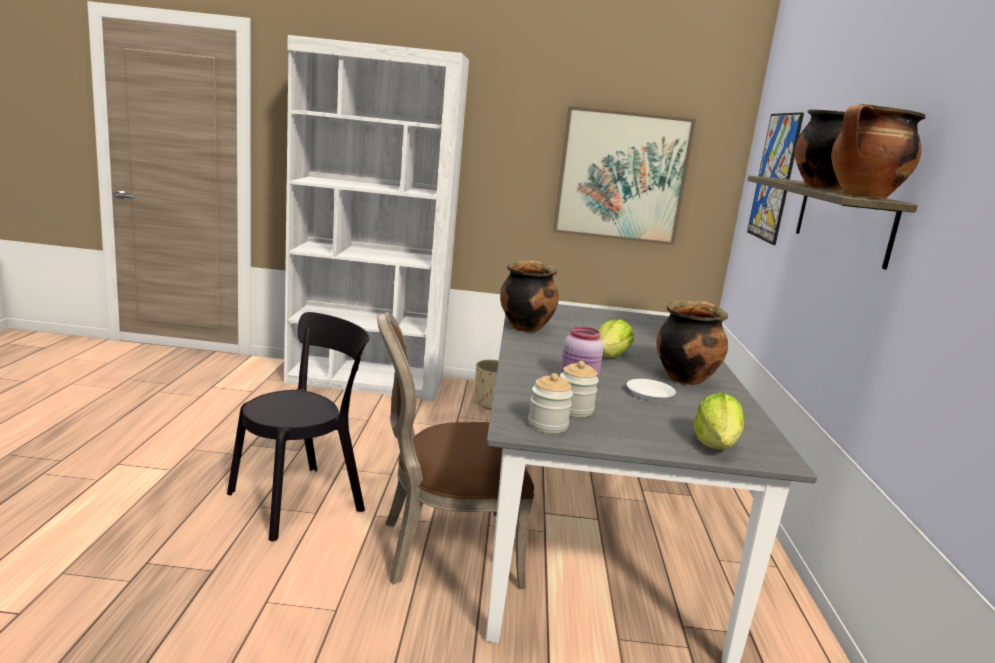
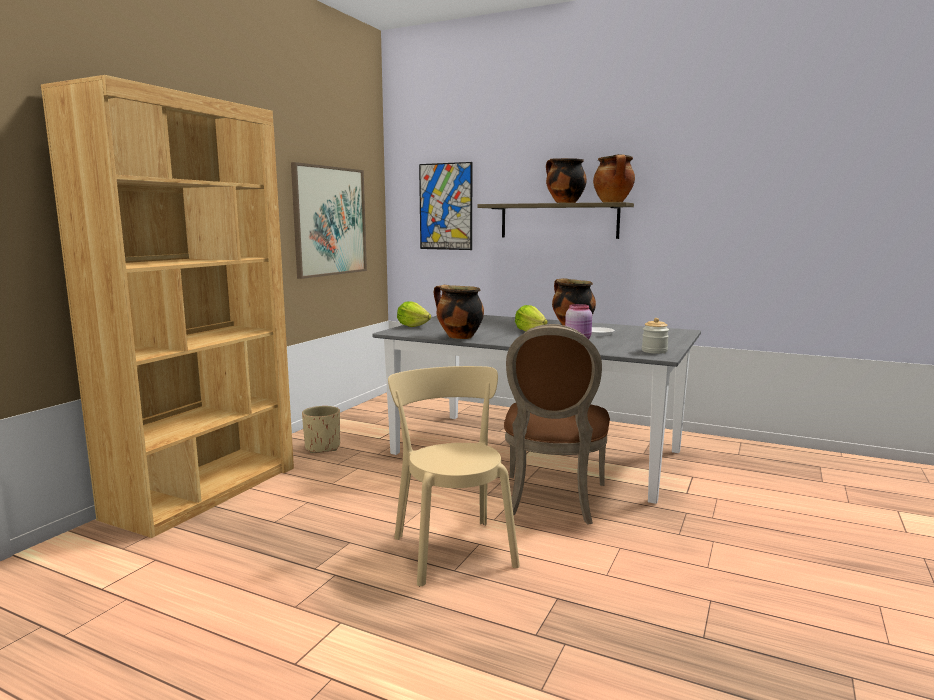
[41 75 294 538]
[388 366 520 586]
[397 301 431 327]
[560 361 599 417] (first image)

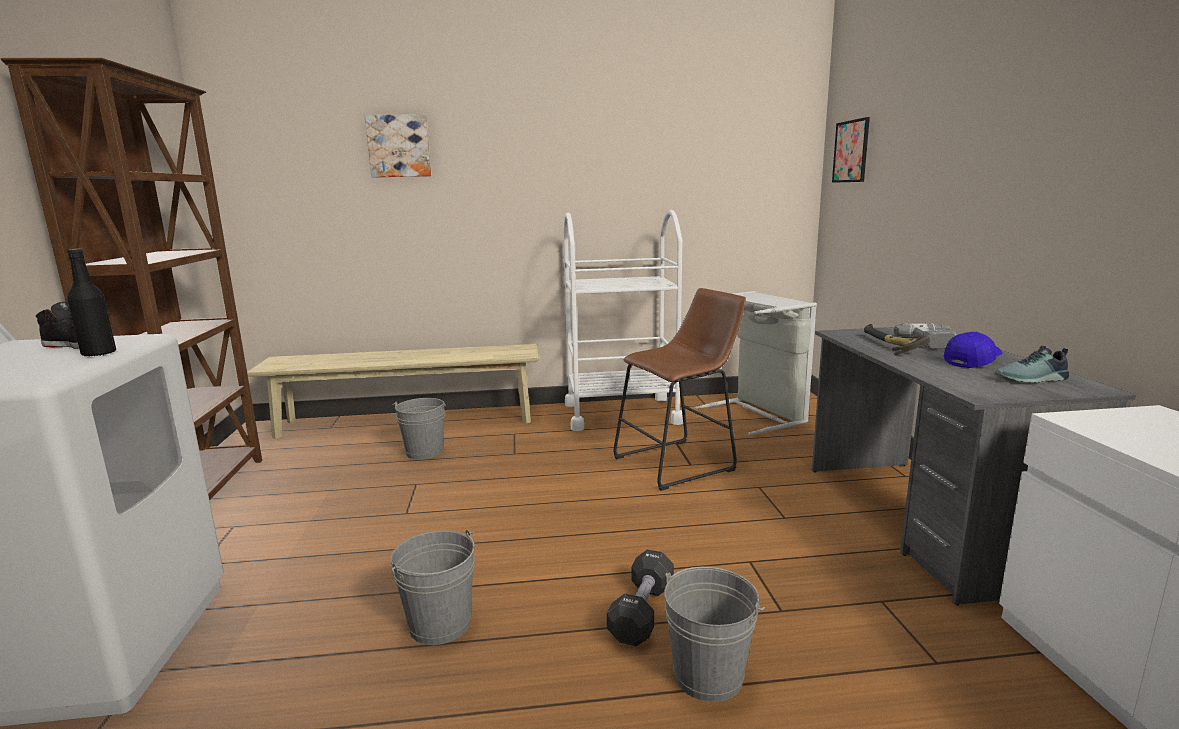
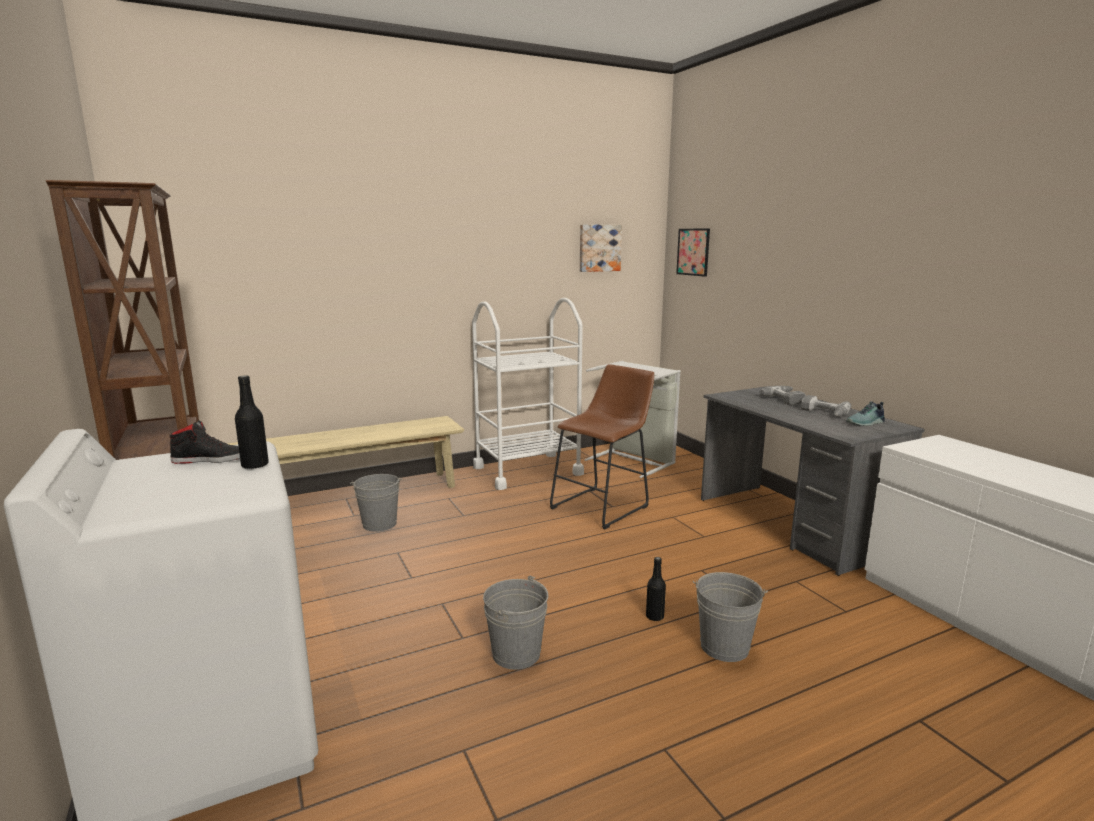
[580 224 622 272]
[646 557 666 621]
[801 395 851 417]
[864 324 929 355] (first image)

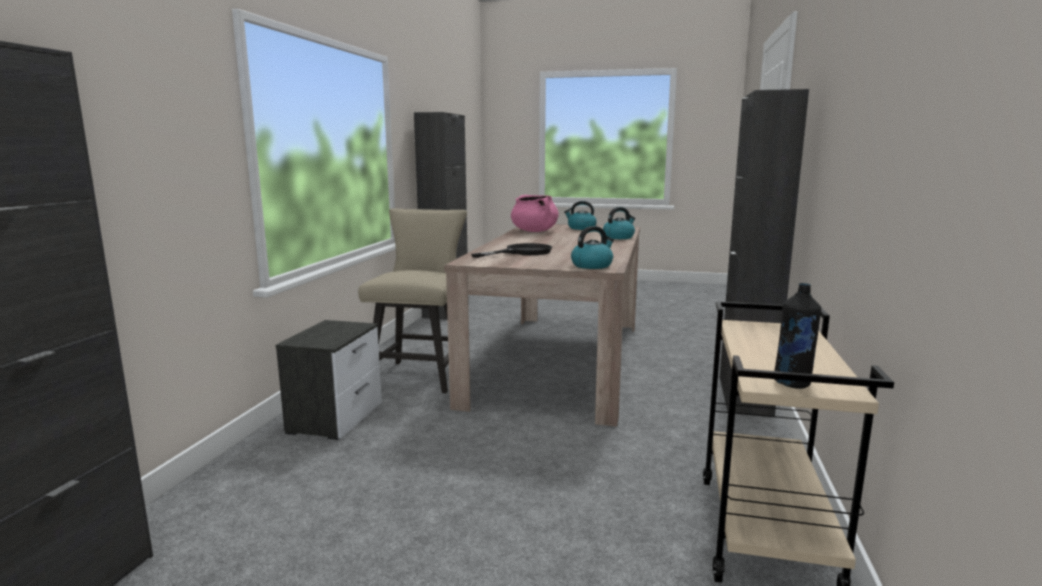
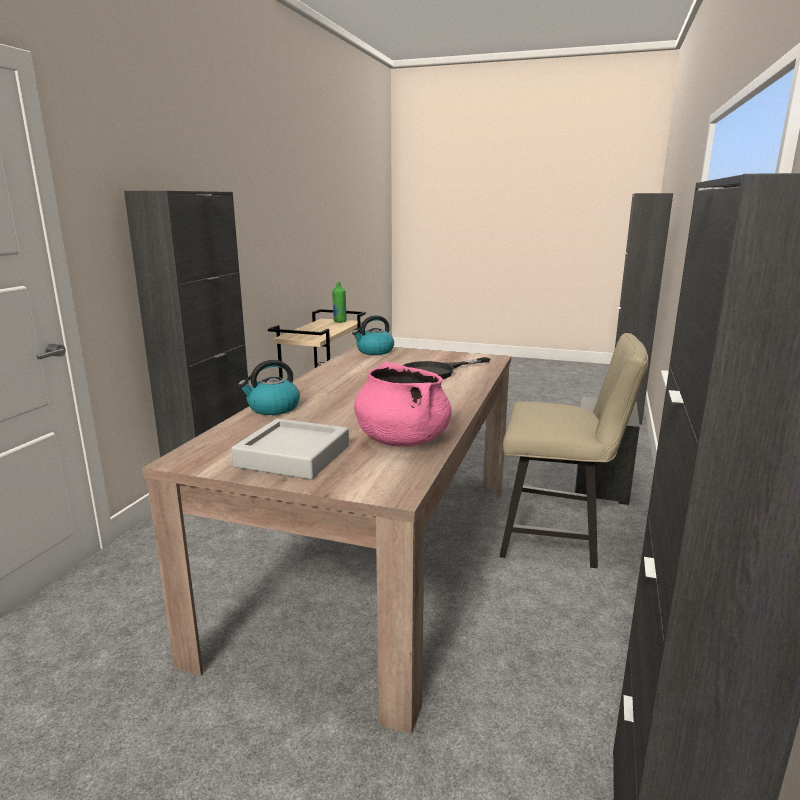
[231 419 349 480]
[332 282 347 323]
[499 333 648 568]

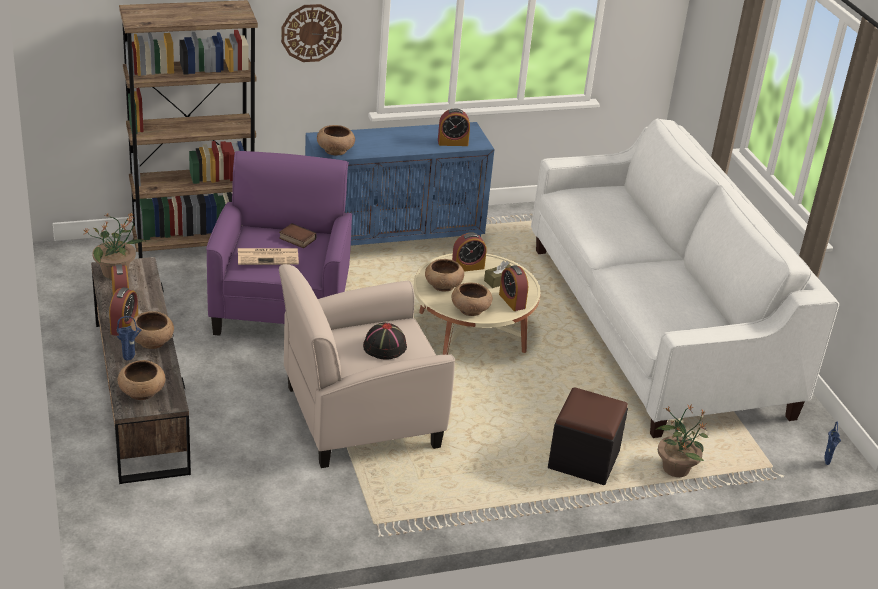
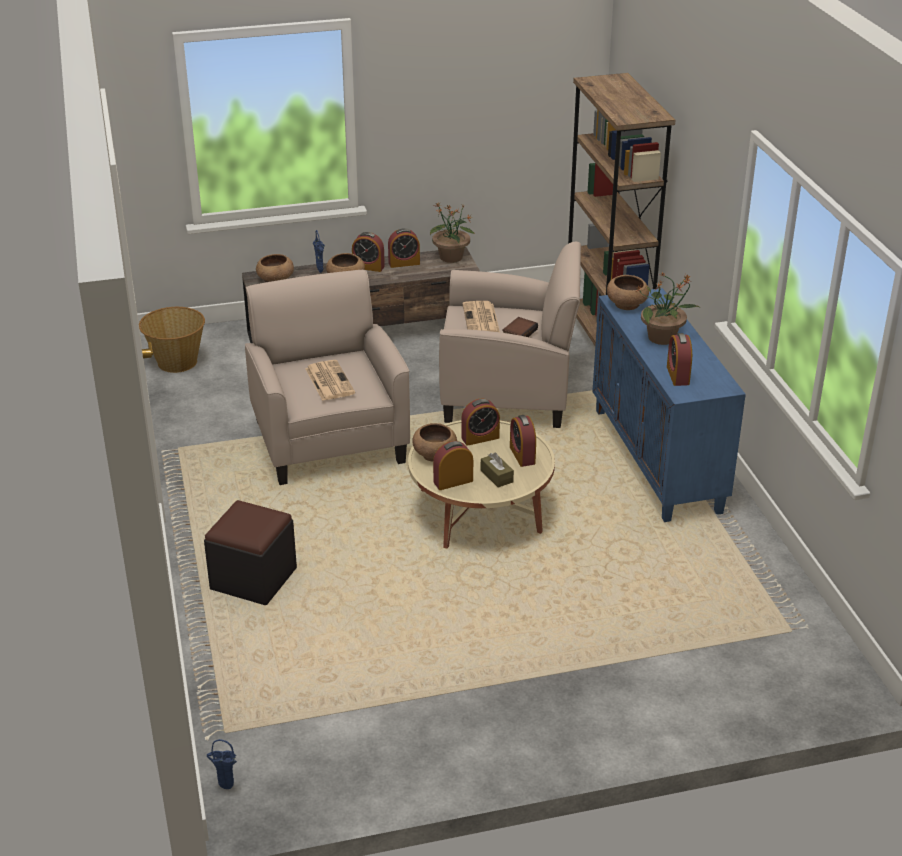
[139 307 205 373]
[305 360 355 401]
[439 242 581 428]
[461 398 500 446]
[635 272 700 345]
[281 4 342 62] (first image)
[531 118 839 438] (first image)

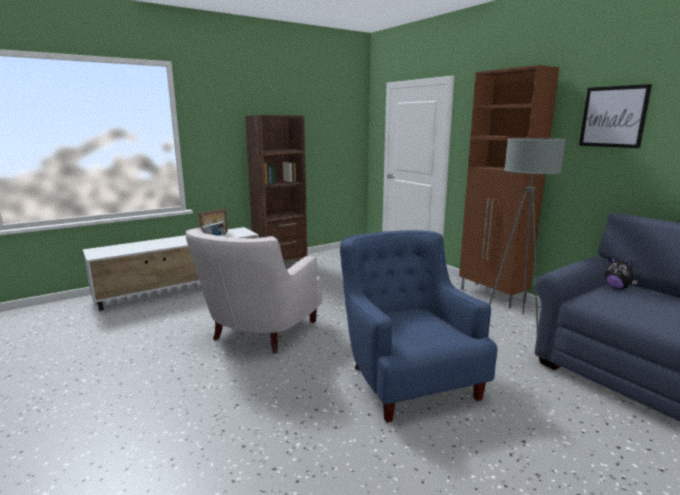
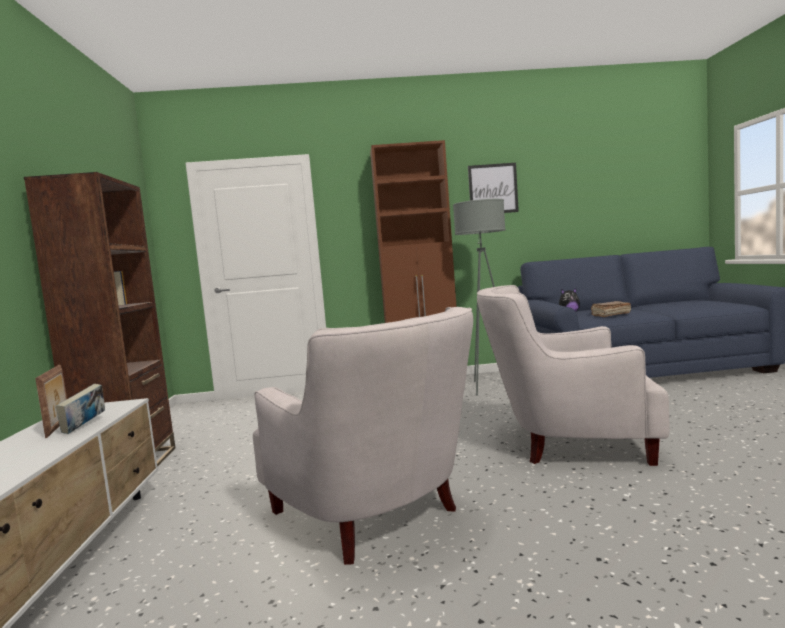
[477 285 670 466]
[591 301 631 317]

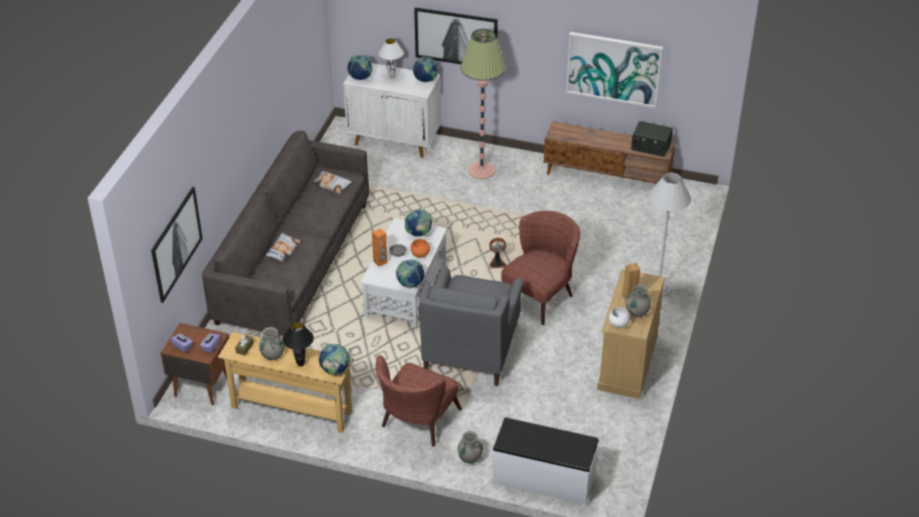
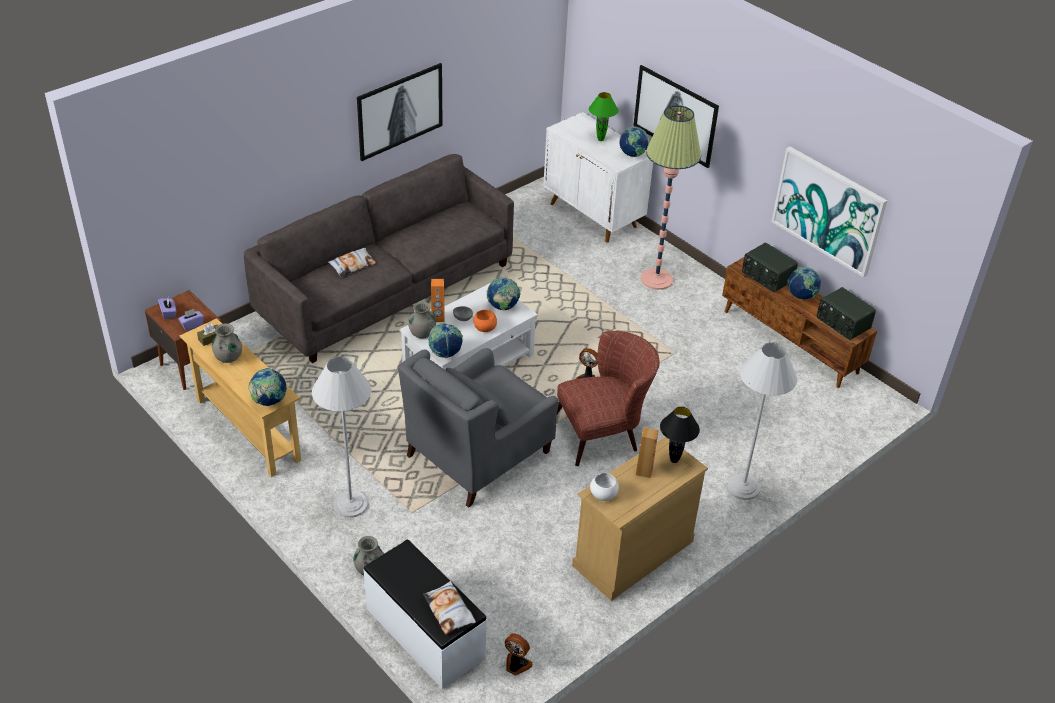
[312 357 371 518]
[357 63 442 161]
[408 302 436 339]
[423 581 476 635]
[505 633 533 676]
[589 92 618 141]
[660 407 700 463]
[742 243 798 293]
[788 267 821 299]

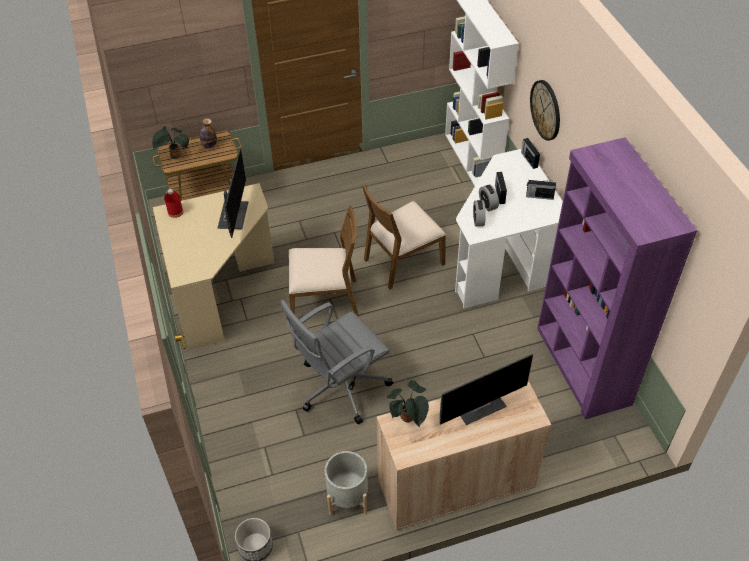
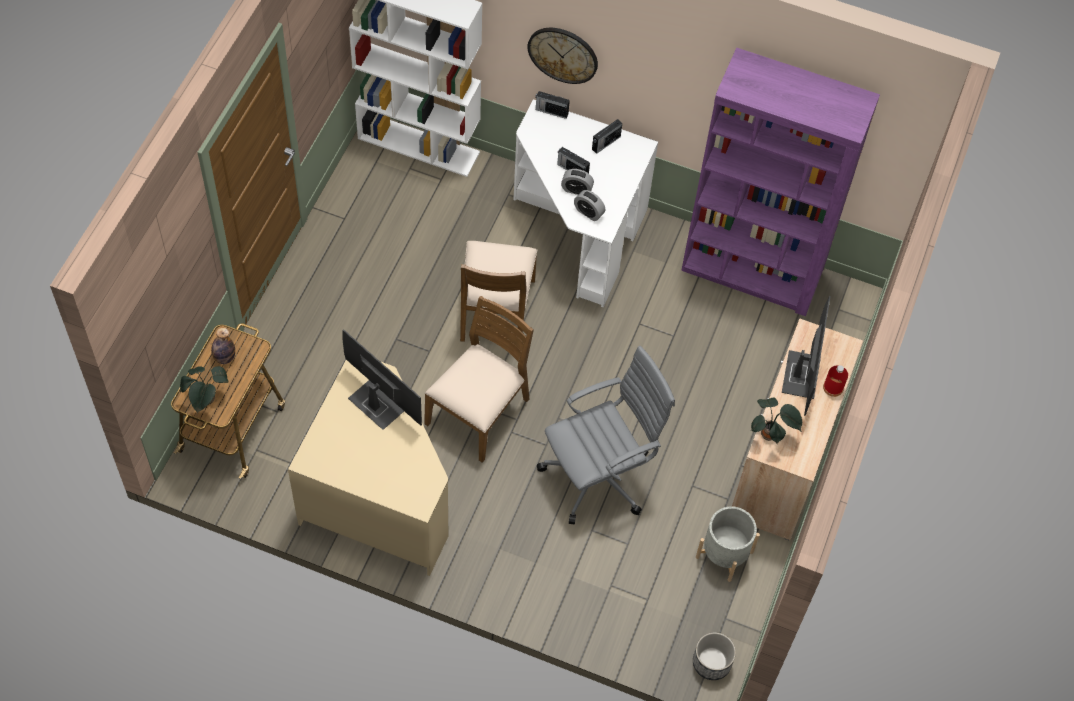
[537 346 675 524]
[823 365 848 397]

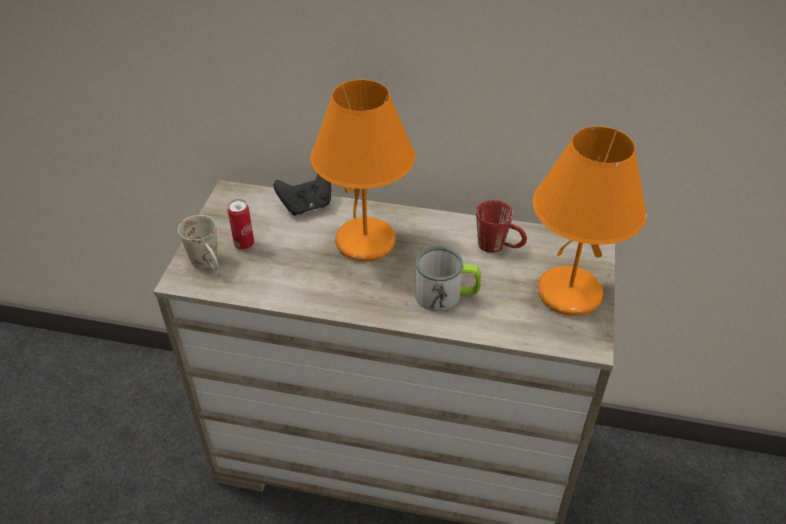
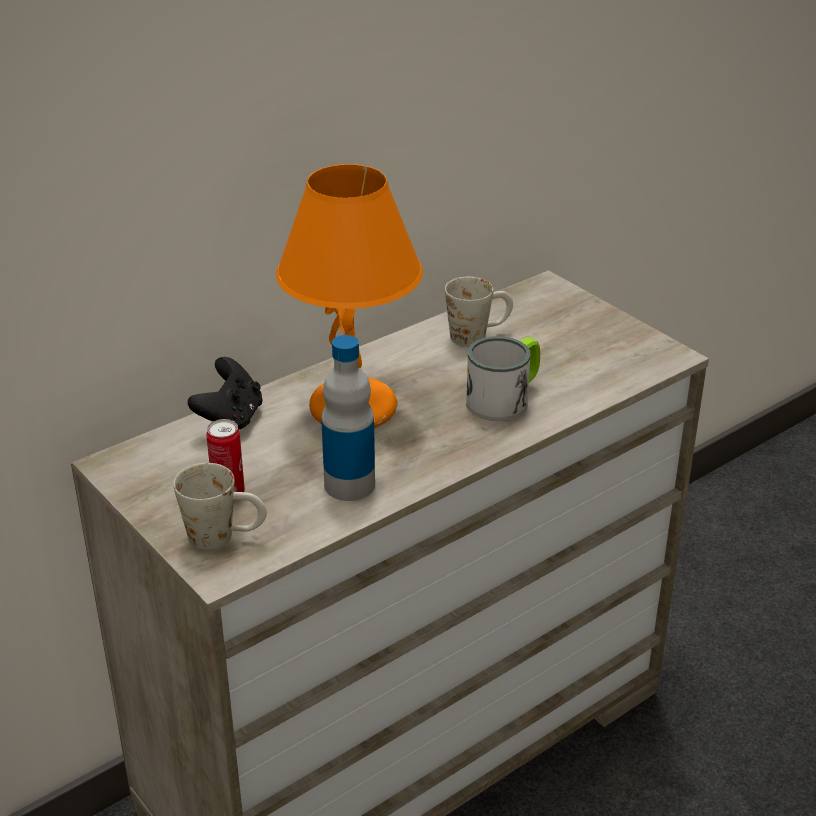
[321 335 375 501]
[445 277 513 347]
[533 126 647 316] (first image)

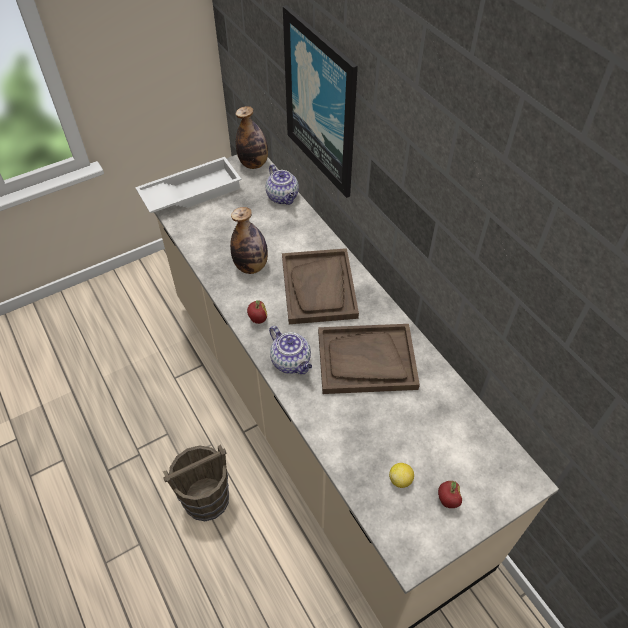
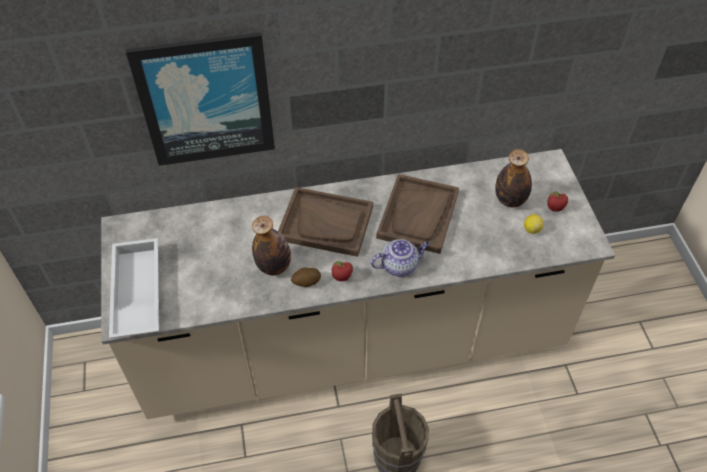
[291 268 321 287]
[495 149 532 207]
[266 164 299 205] (first image)

